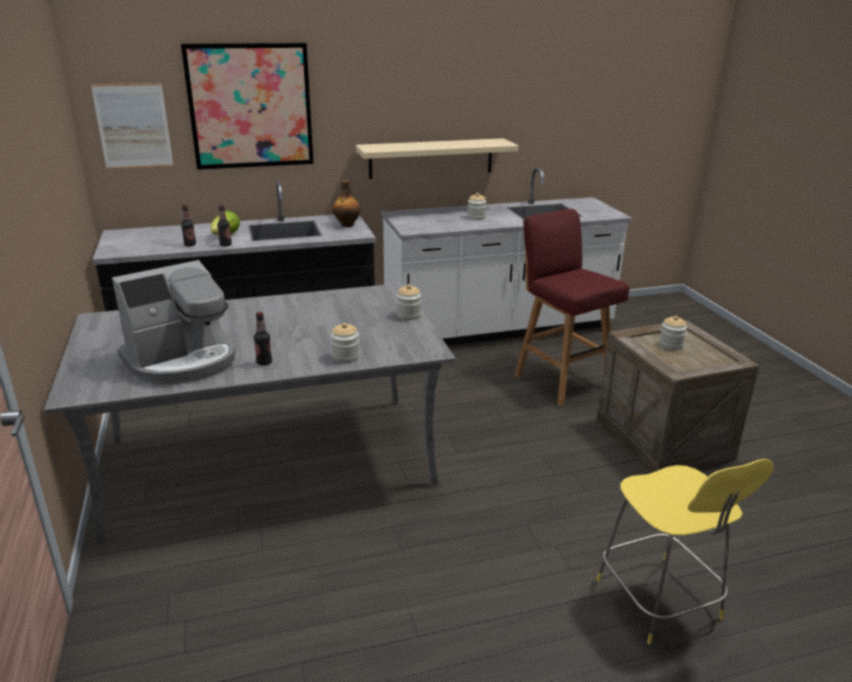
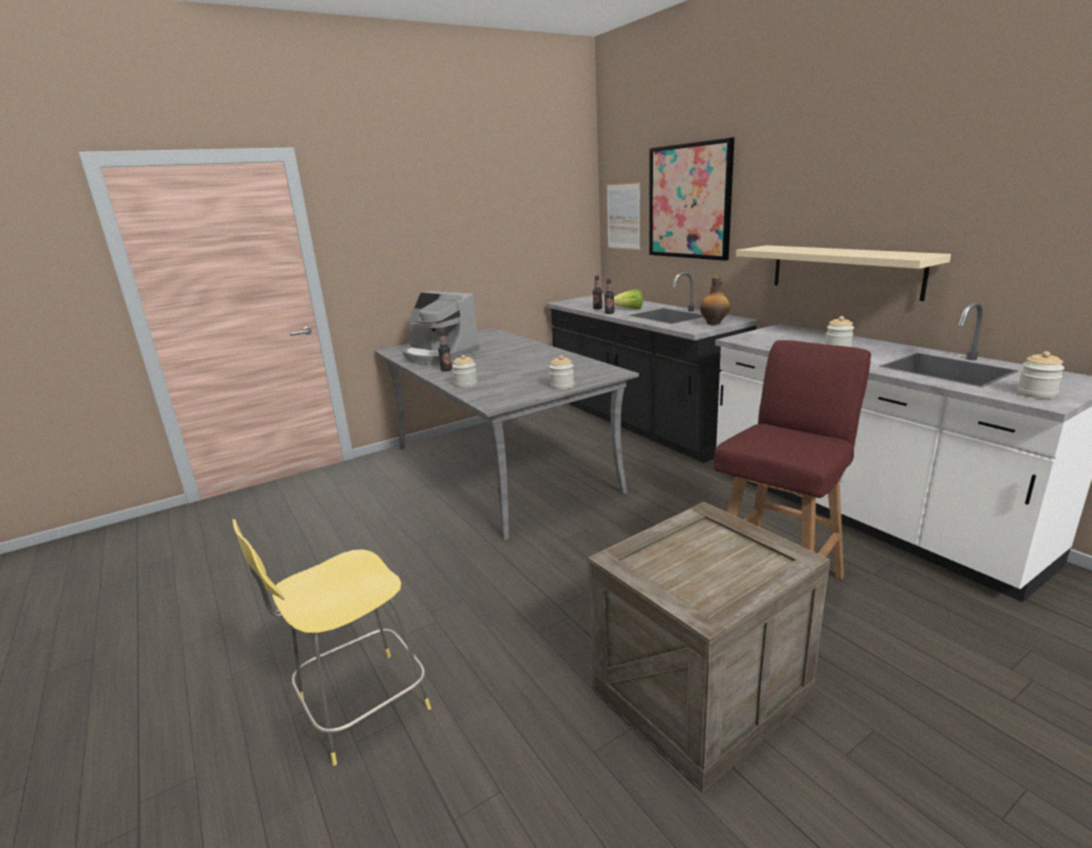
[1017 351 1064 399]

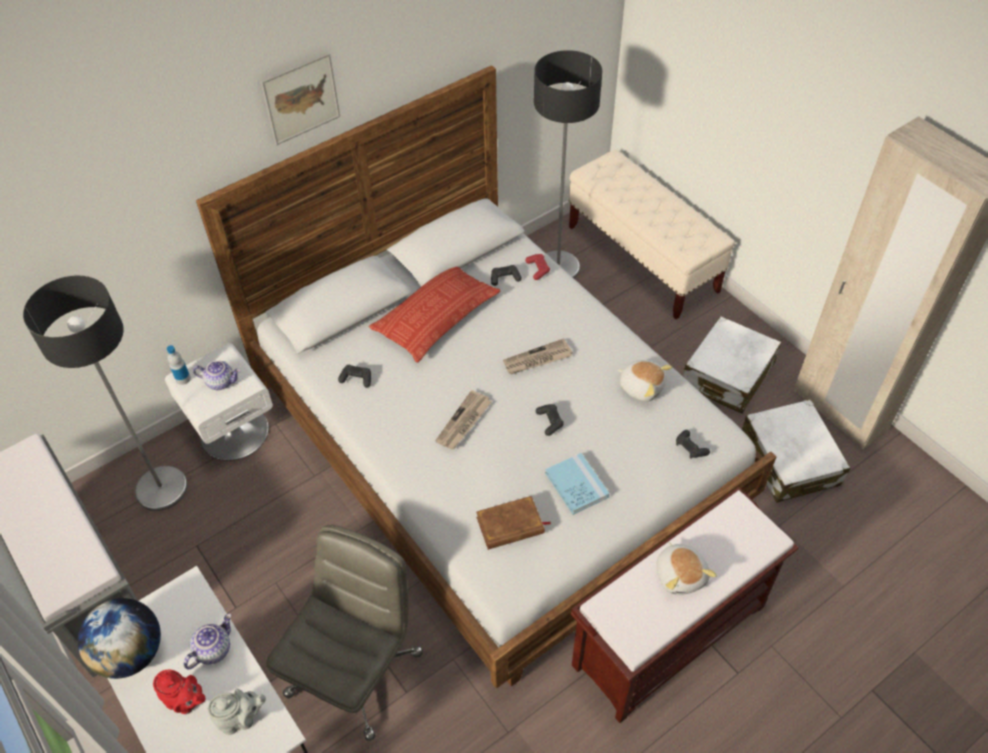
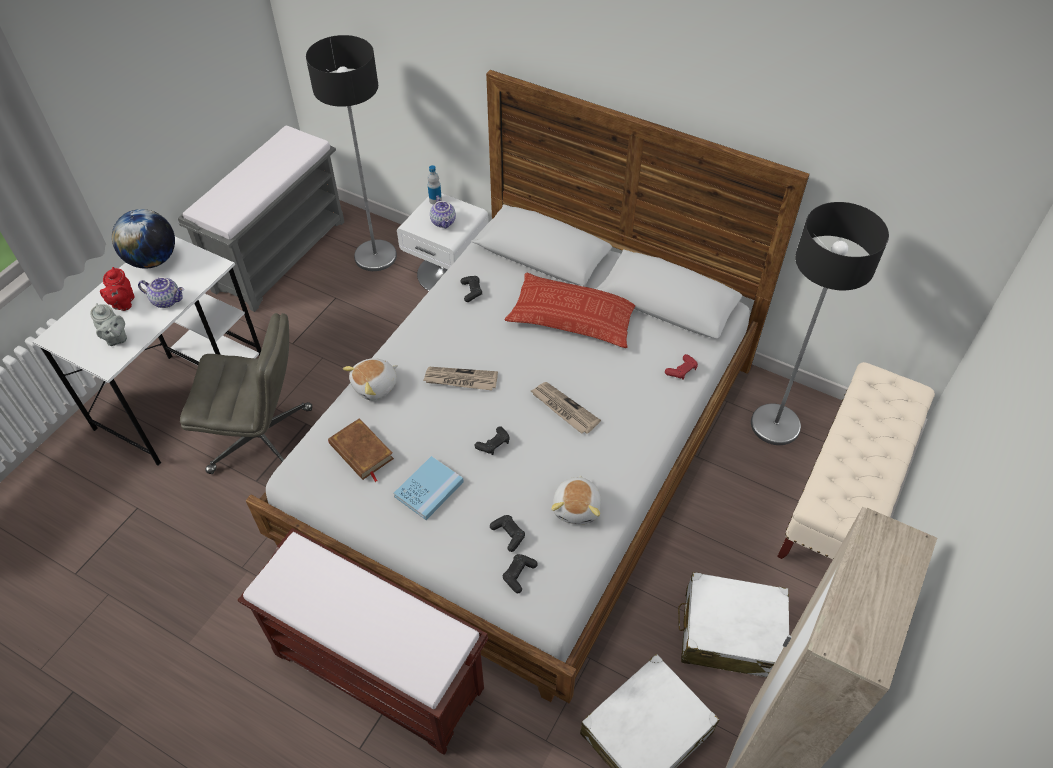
[343 358 398 401]
[490 515 525 552]
[261 52 340 145] (first image)

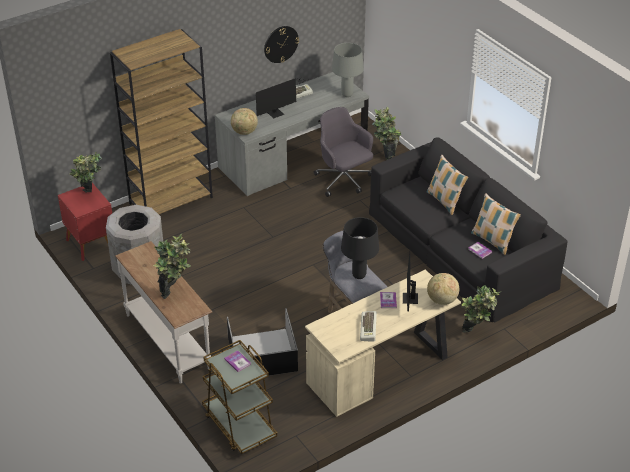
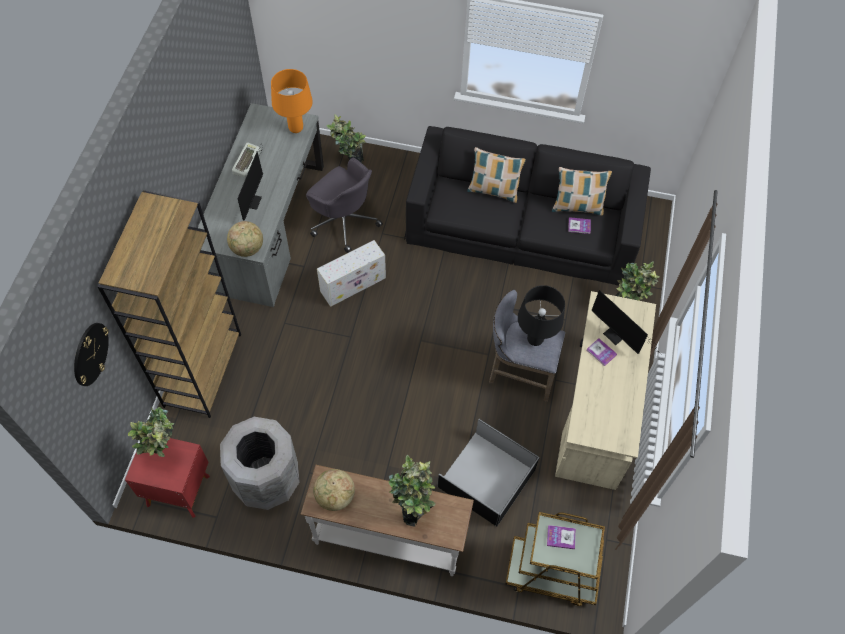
[74 323 109 386]
[271 69 313 133]
[306 158 383 253]
[313 469 355 511]
[317 240 386 307]
[360 311 377 342] (first image)

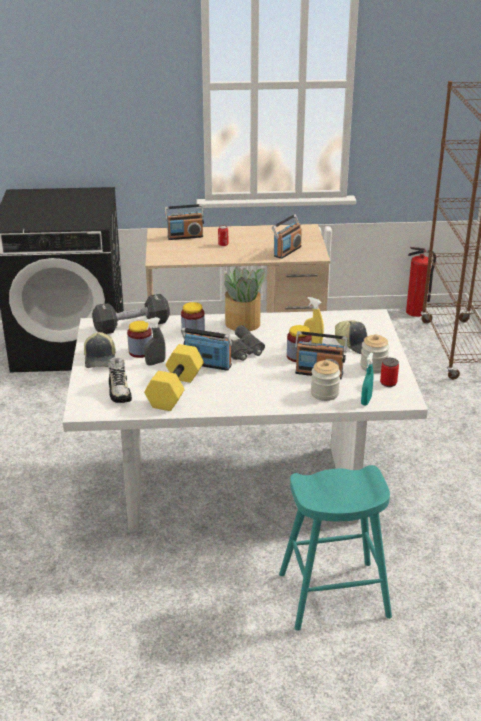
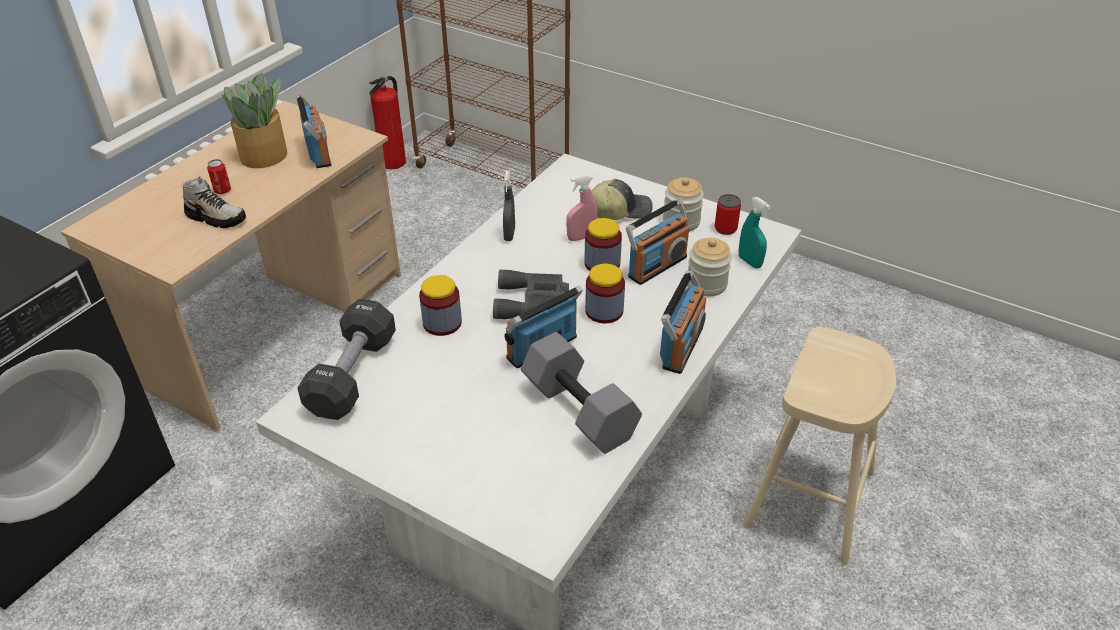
[183 176 246 228]
[222 73 287 168]
[503 170 515 241]
[521 332 642 454]
[566 175 597 241]
[585 264 625 323]
[660 270 706 374]
[743 327 896 565]
[84 332 116 368] (first image)

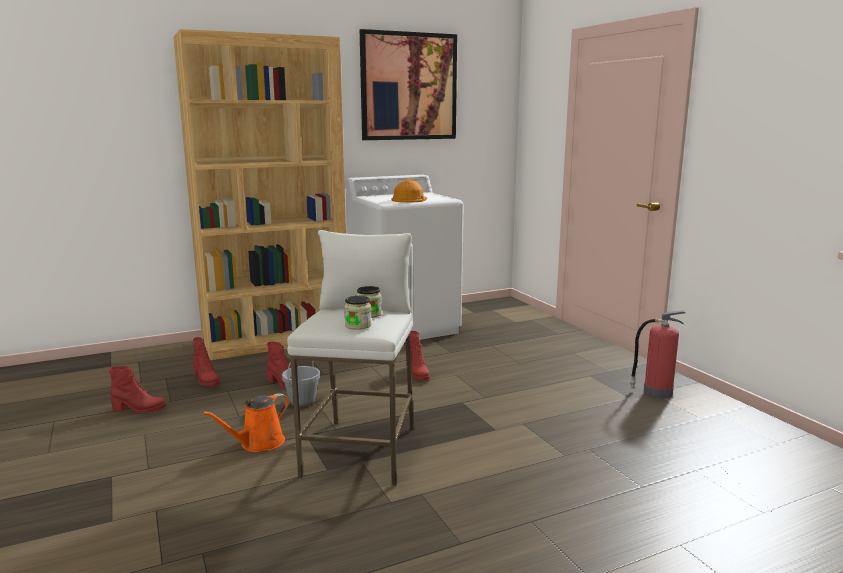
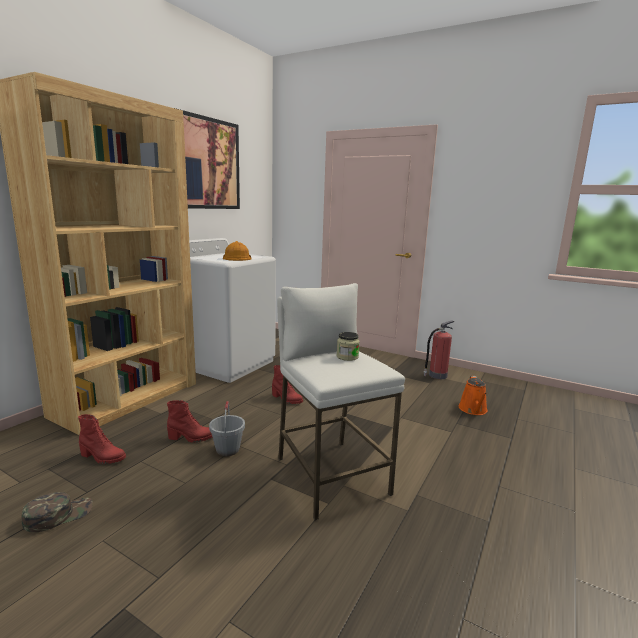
[22 492 93 532]
[459 376 488 415]
[344 296 371 330] (first image)

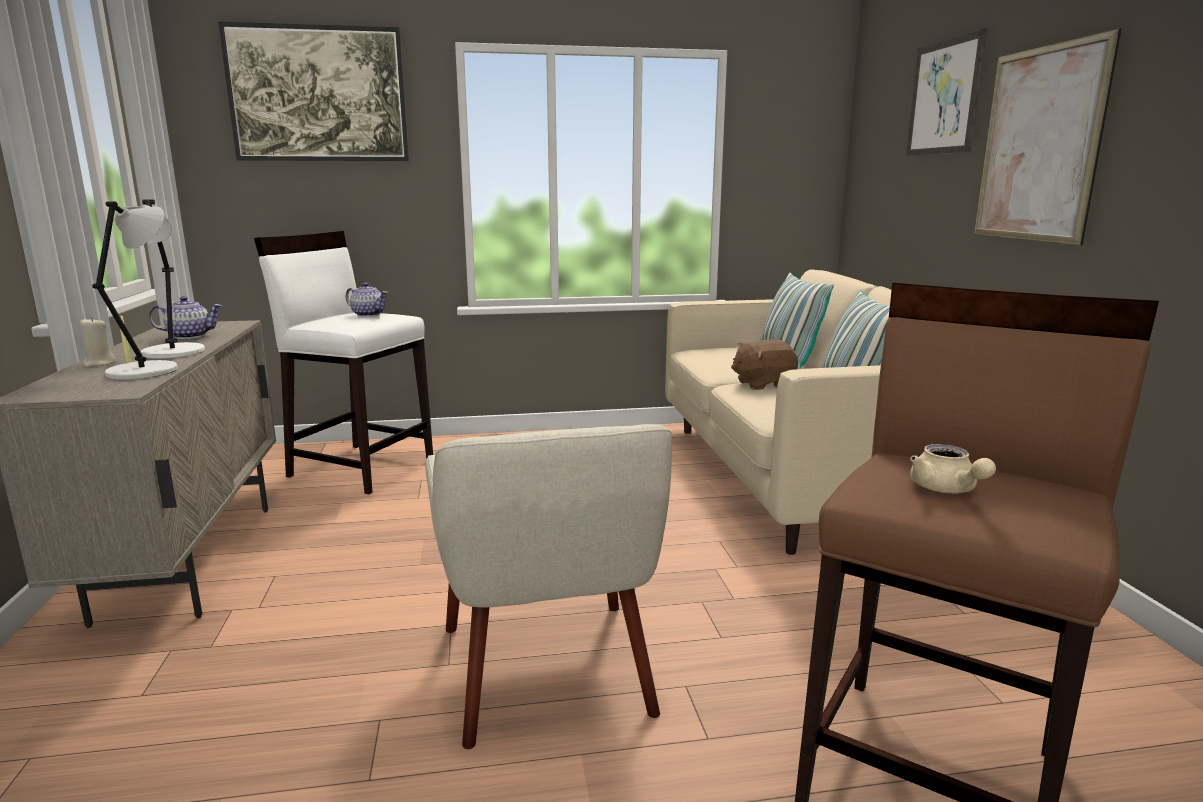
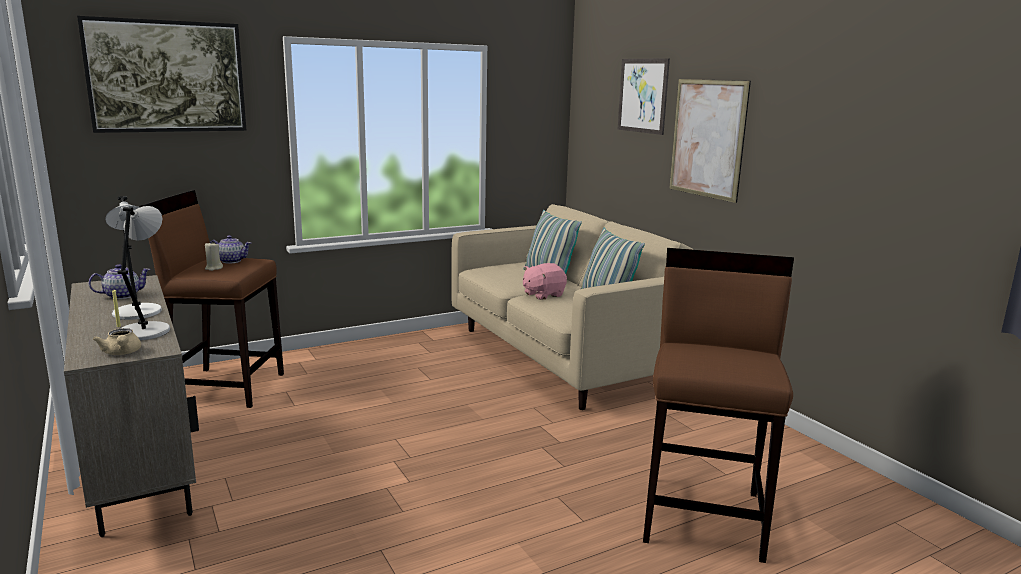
[93 328 141 355]
[140 190 284 408]
[205 242 223 271]
[523 263 567 300]
[425 424 672 749] (first image)

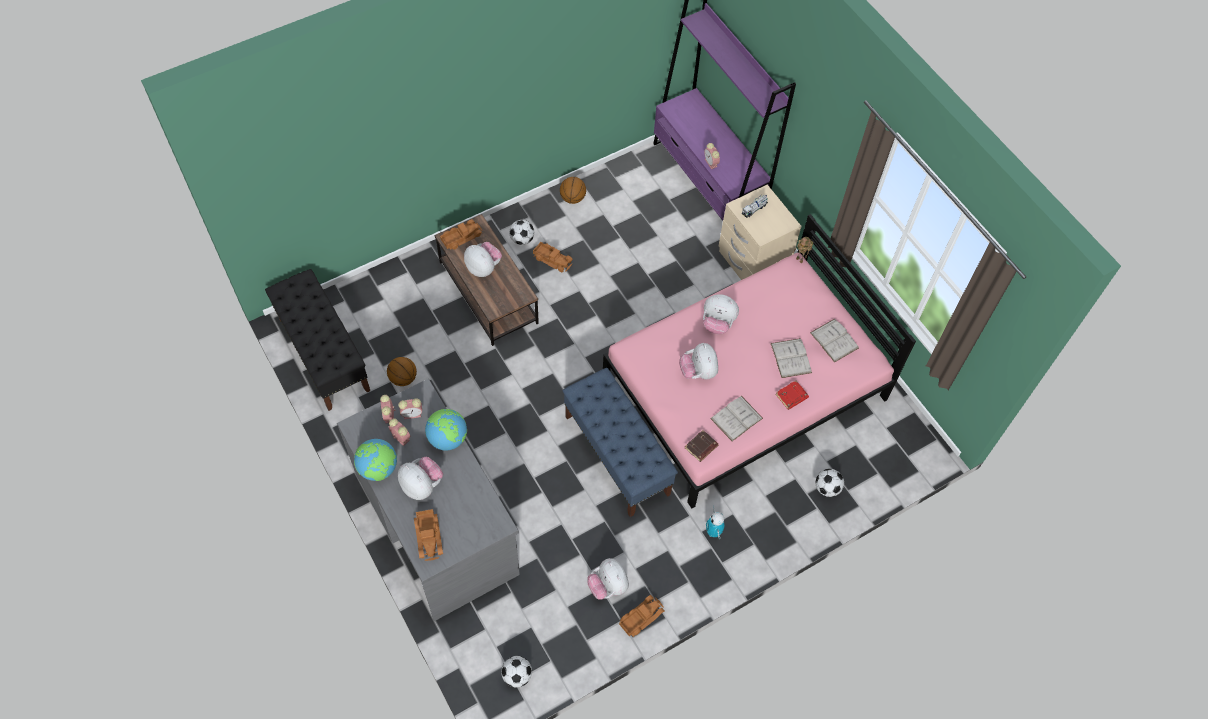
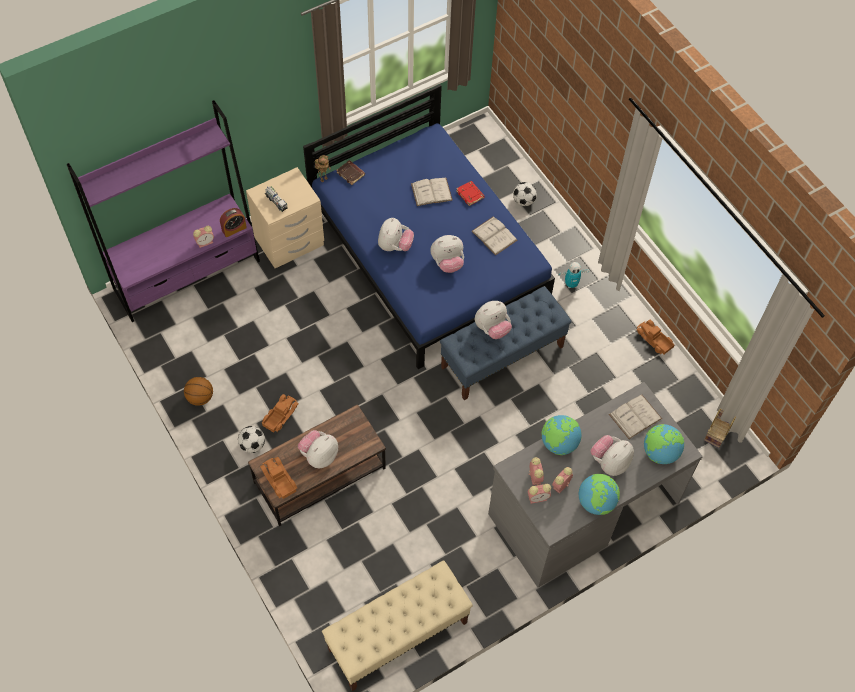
[220 208 247 237]
[303 84 555 369]
[322 560 473 691]
[336 160 365 185]
[475 301 512 339]
[609 394 662 439]
[644 424 684 464]
[704 409 736 448]
[387 357 417 386] (first image)

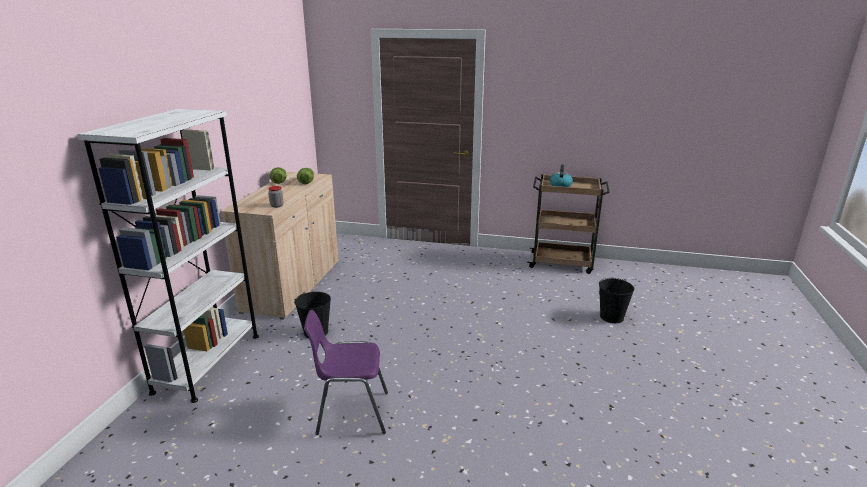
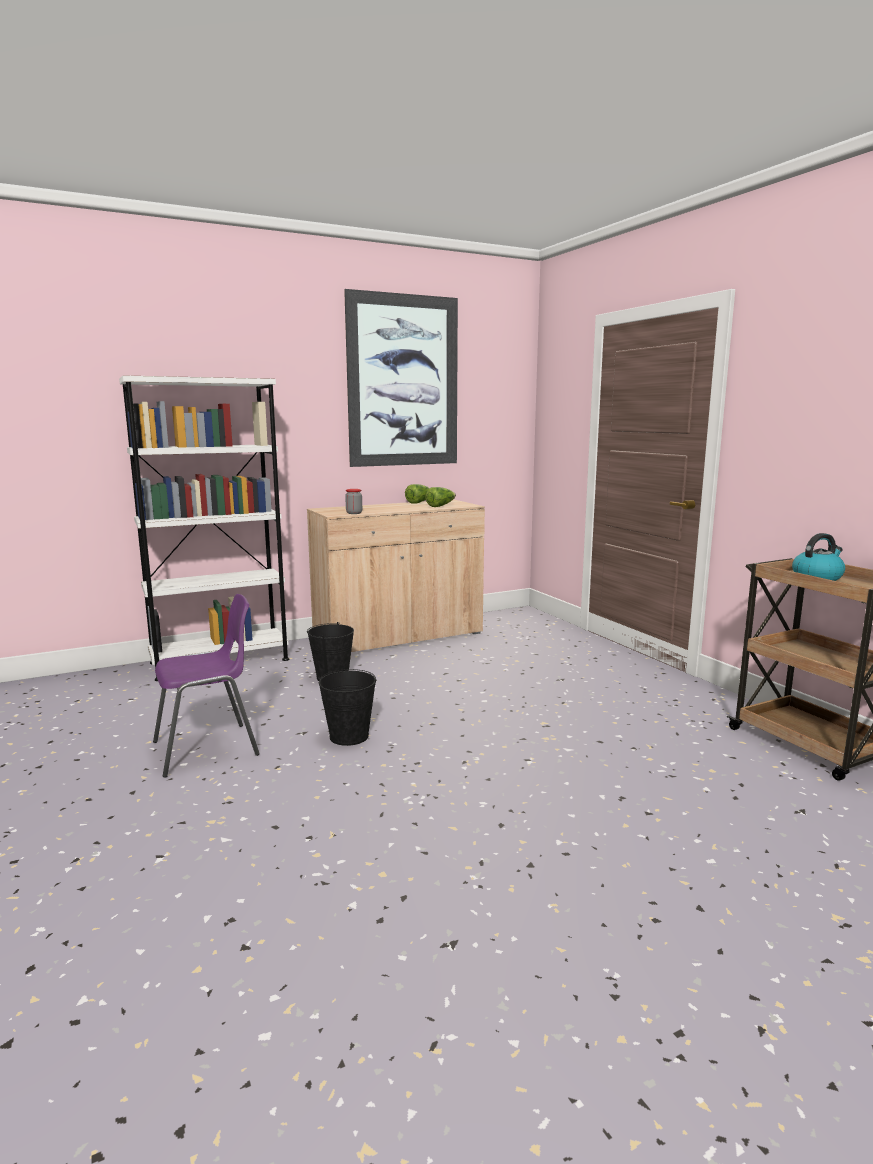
[153 594 260 778]
[319 669 377 746]
[344 289 458 467]

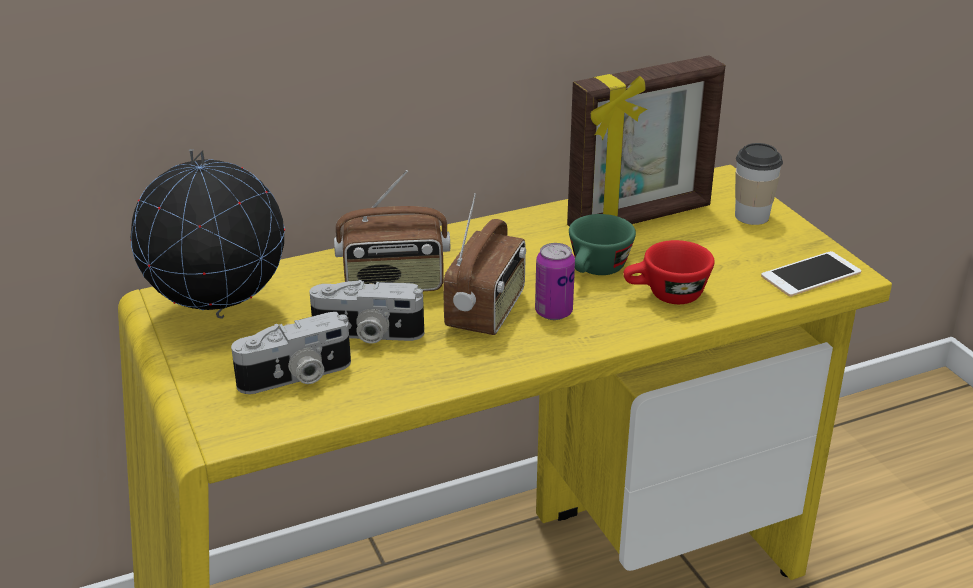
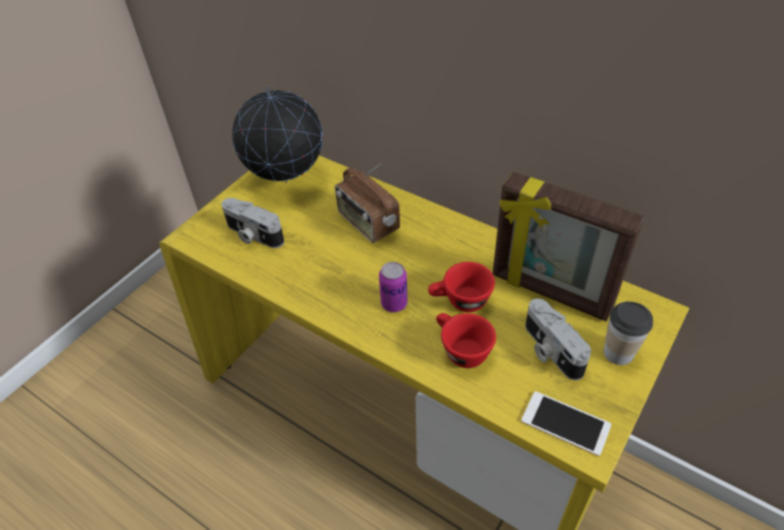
[428 262 495 312]
[525 298 591 380]
[443 193 526 335] (first image)

